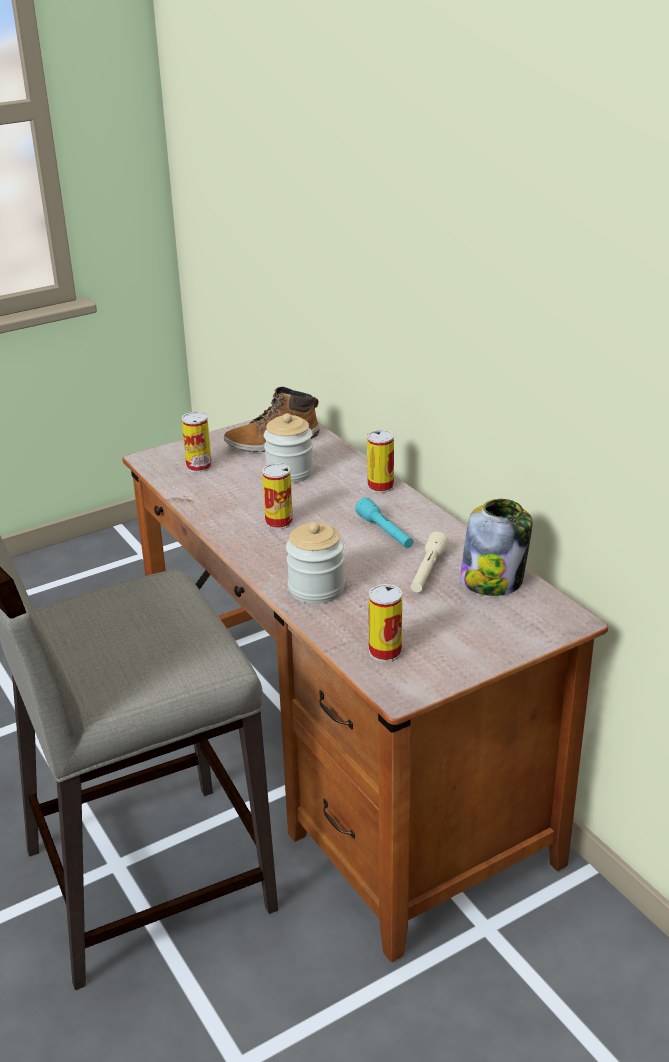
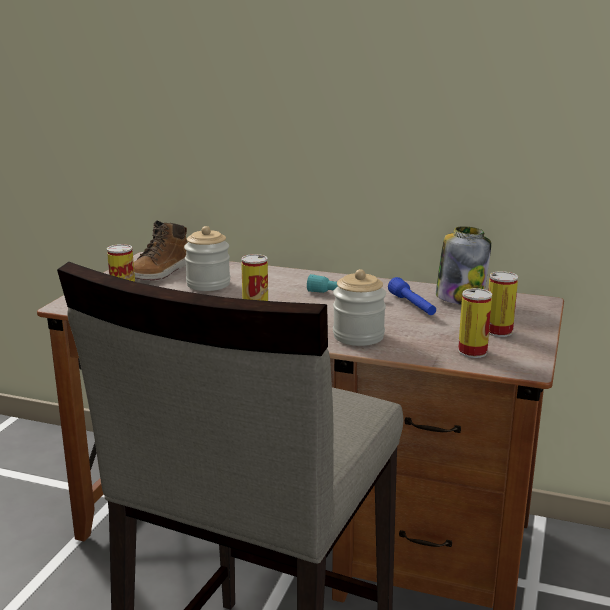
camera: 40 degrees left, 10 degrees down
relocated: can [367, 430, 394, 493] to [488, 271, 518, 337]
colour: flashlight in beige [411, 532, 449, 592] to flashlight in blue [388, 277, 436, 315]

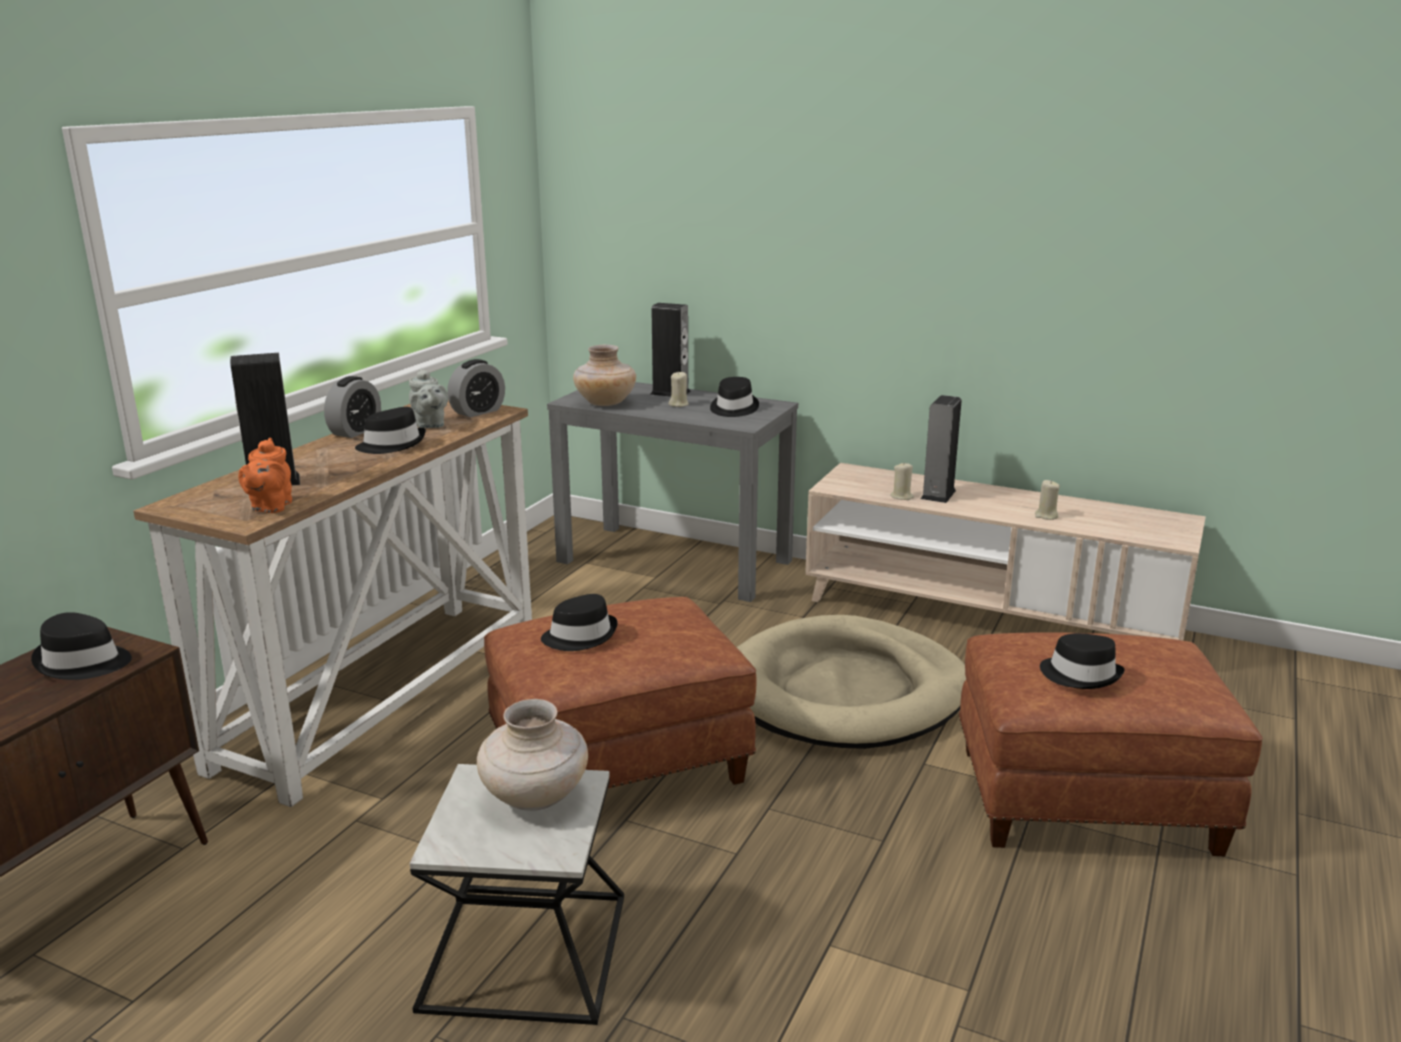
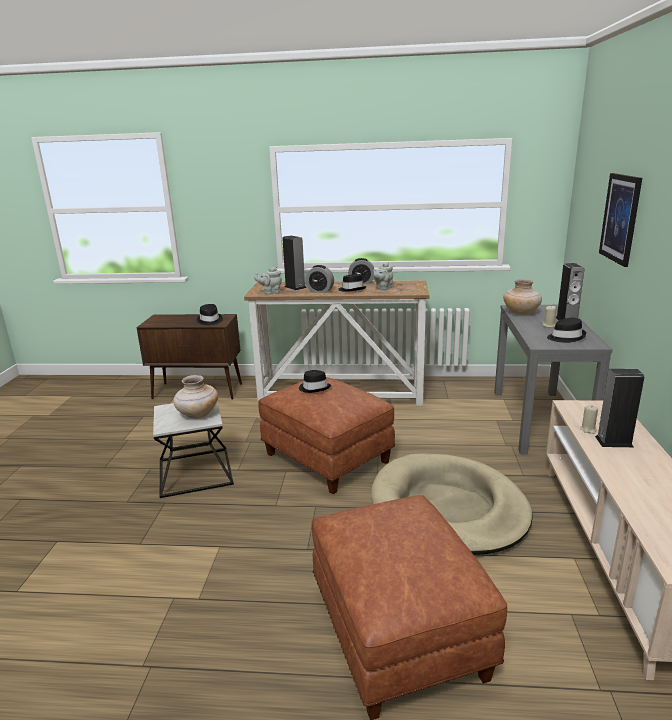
camera: 70 degrees right, 0 degrees up
missing: candle in beige [1035, 480, 1060, 520]; hat in black [1040, 633, 1125, 689]
appeared: picture [599, 173, 642, 267]
relocated: alarm clock [447, 359, 505, 417] to [305, 265, 334, 292]
colour: teapot in orange [238, 438, 292, 513] to teapot in grey [254, 267, 282, 295]

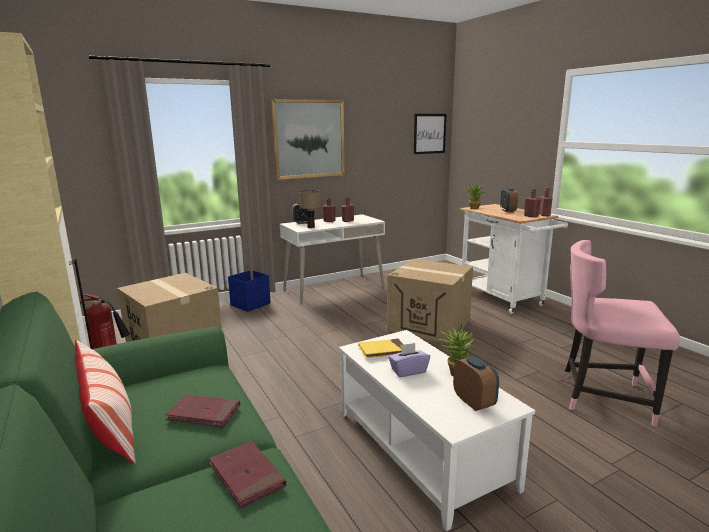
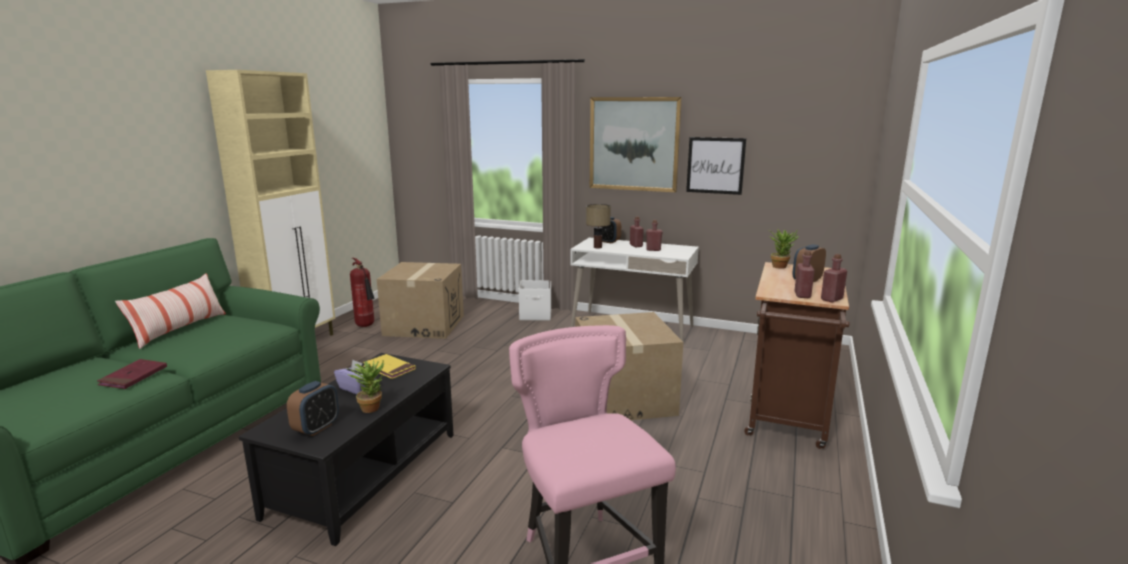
camera: 50 degrees right, 0 degrees up
missing: book in red [165, 394, 240, 428]
relocated: picture [414, 114, 447, 154] to [686, 137, 747, 195]
colour: storage box in blue [228, 270, 271, 312] to storage box in white [519, 280, 551, 320]; coffee table in white [339, 330, 535, 531] to coffee table in black [239, 353, 454, 546]; cart in white [460, 204, 568, 314] to cart in brown [744, 262, 850, 449]

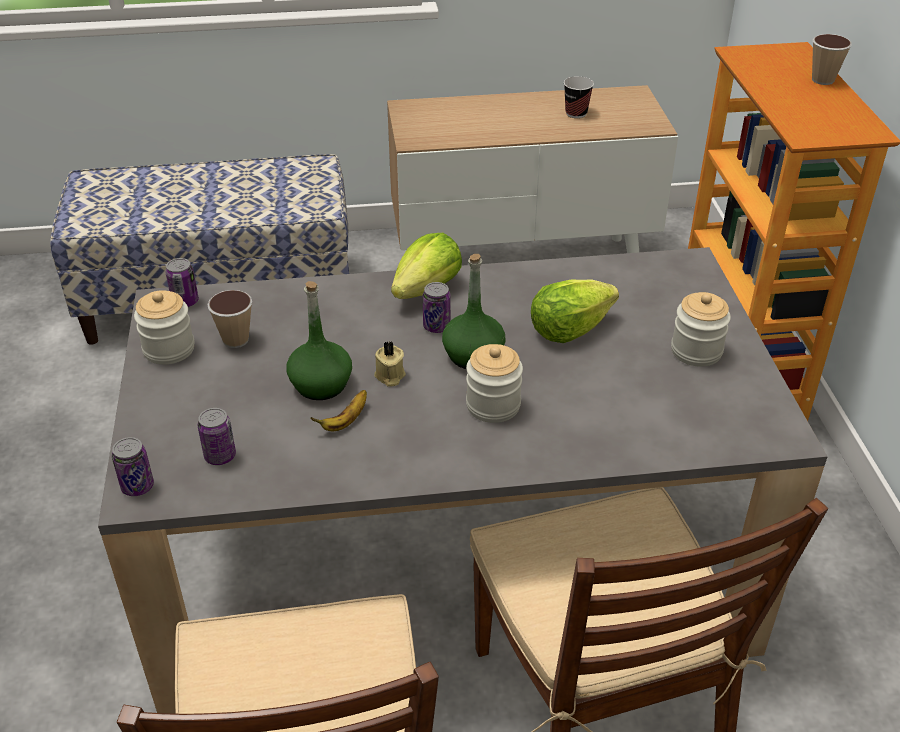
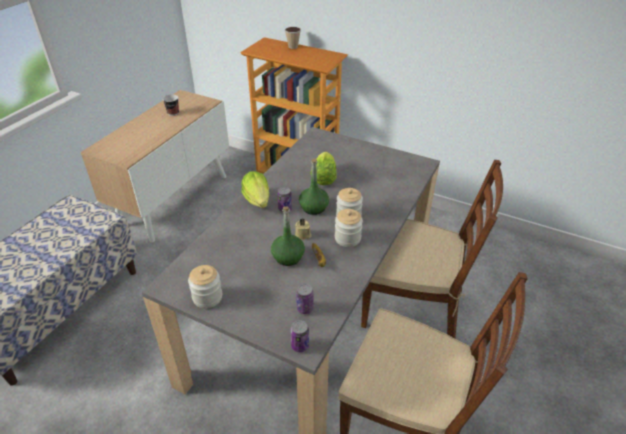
camera: 55 degrees left, 0 degrees up
missing: can [166, 258, 199, 307]; cup [207, 290, 252, 348]
relocated: jar [671, 292, 731, 367] to [335, 209, 363, 247]

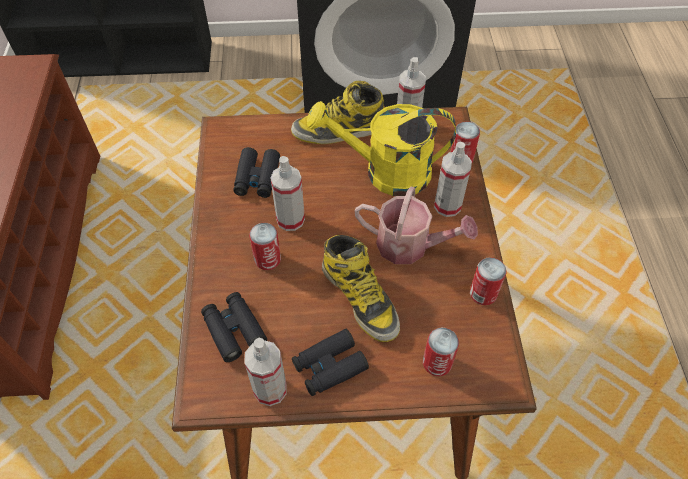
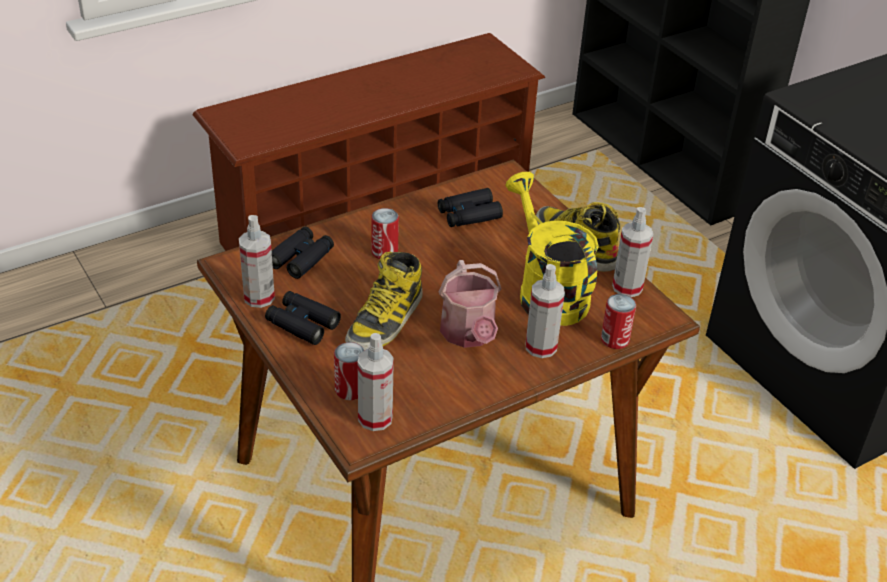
camera: 60 degrees right, 15 degrees down
missing: can [470, 257, 506, 305]
relocated: spray bottle [270, 156, 305, 231] to [358, 333, 394, 431]

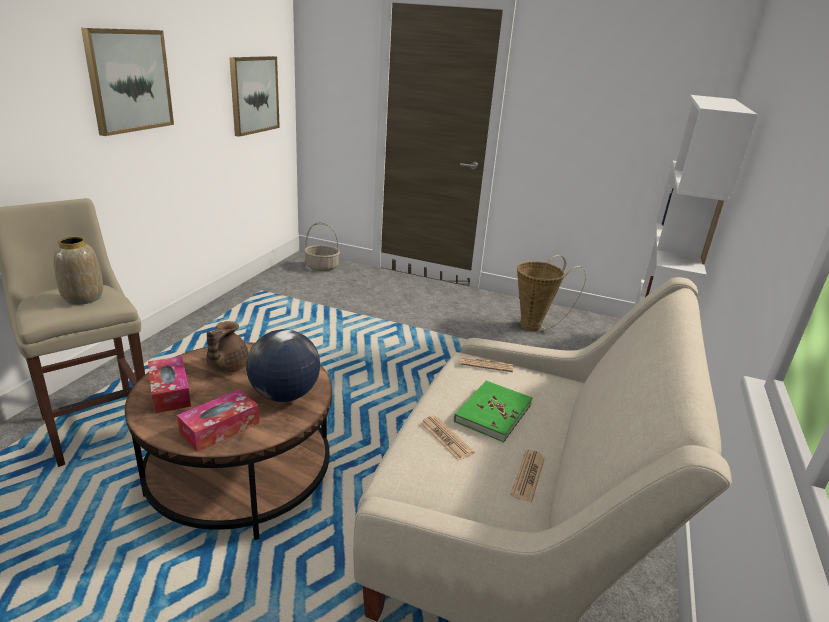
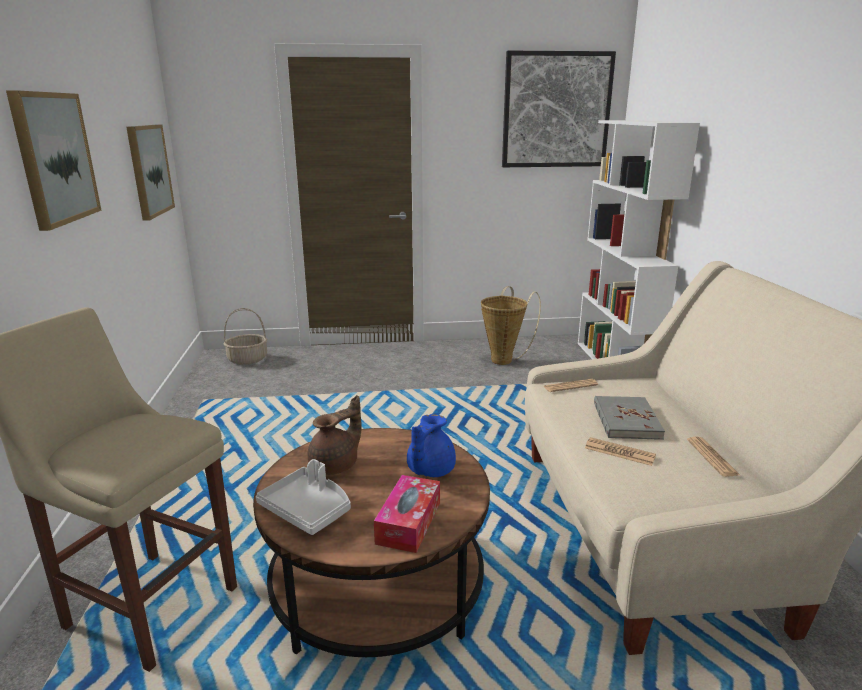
camera: 25 degrees left, 5 degrees down
missing: vase [54, 237, 103, 305]
appeared: picture [502, 51, 616, 167]
exchanged: tissue box [148, 356, 191, 413] to tray in grey [256, 459, 351, 535]; globe [246, 329, 320, 402] to teapot in blue [407, 414, 456, 477]
colour: book in green [454, 380, 533, 442] to book in grey [594, 396, 665, 440]
spun: teapot in brown [206, 321, 249, 373] = [307, 395, 362, 475] 120 degrees counterclockwise

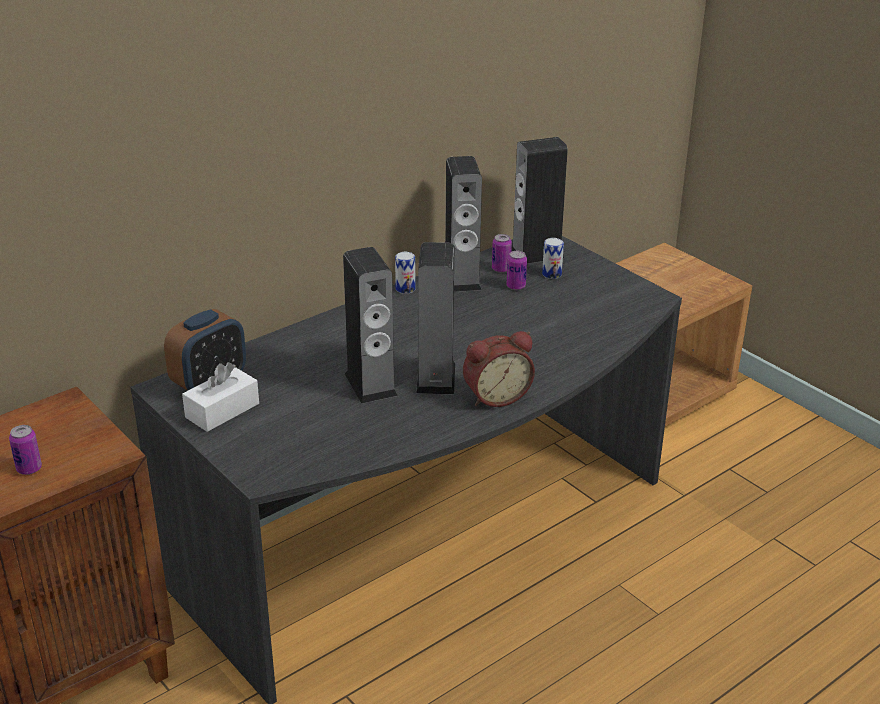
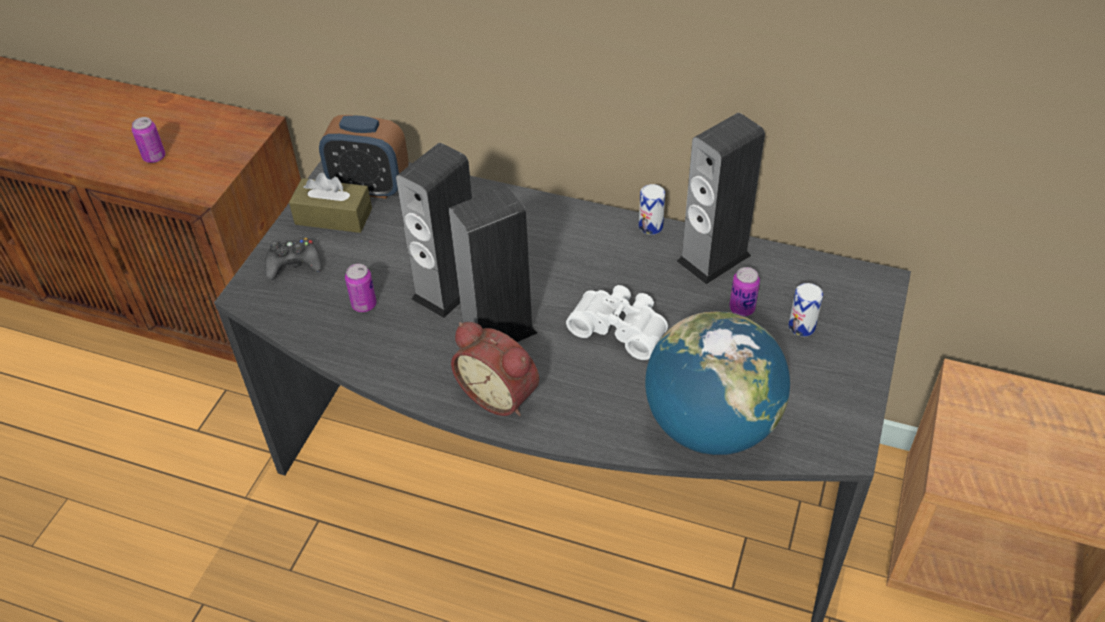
camera: 60 degrees right, 15 degrees up
missing: speaker [511, 137, 568, 264]
appeared: game controller in black [265, 237, 322, 280]; binoculars in white [566, 285, 668, 360]; globe [645, 312, 790, 455]
relocated: can [492, 234, 512, 273] to [345, 264, 377, 312]
colour: tissue box in white [182, 362, 259, 432] to tissue box in brown [289, 173, 372, 233]

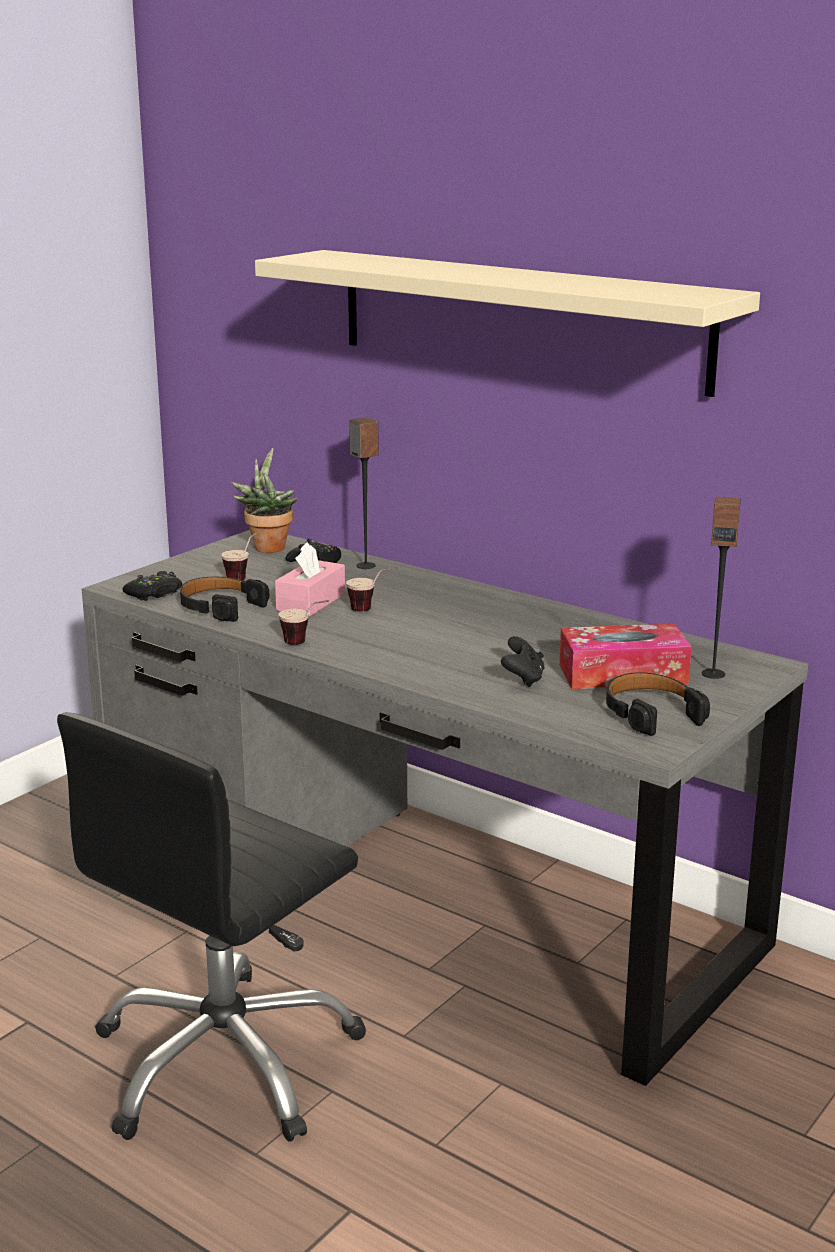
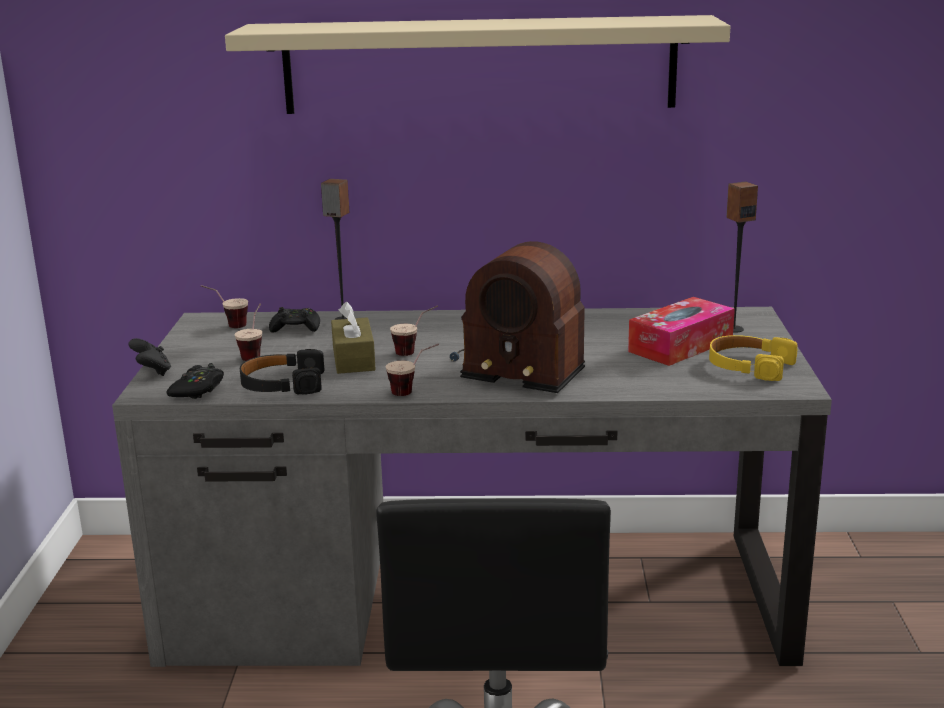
camera: 35 degrees left, 0 degrees up
appeared: radio [450, 241, 585, 393]
relocated: game controller in black [501, 636, 545, 687] to [128, 338, 171, 376]
exchanged: potted plant [232, 448, 297, 553] to cup [201, 285, 248, 328]
colour: tissue box in pink [275, 542, 345, 617] to tissue box in brown [331, 302, 376, 374]; headphones in black [606, 672, 710, 736] to headphones in yellow [709, 335, 797, 381]

